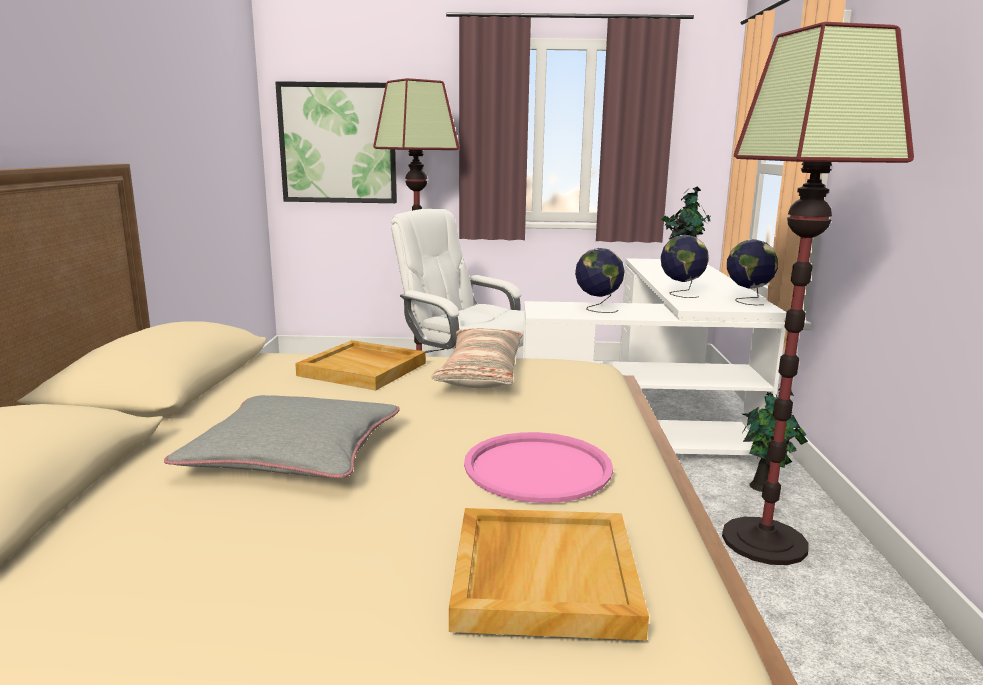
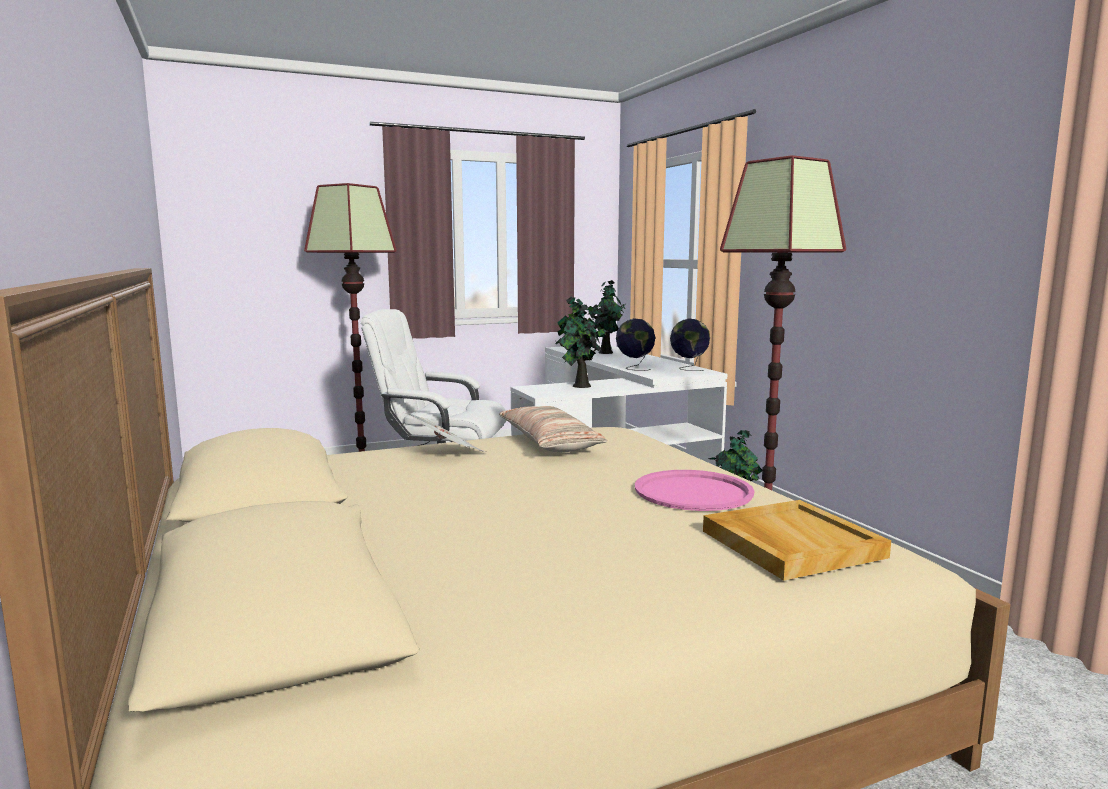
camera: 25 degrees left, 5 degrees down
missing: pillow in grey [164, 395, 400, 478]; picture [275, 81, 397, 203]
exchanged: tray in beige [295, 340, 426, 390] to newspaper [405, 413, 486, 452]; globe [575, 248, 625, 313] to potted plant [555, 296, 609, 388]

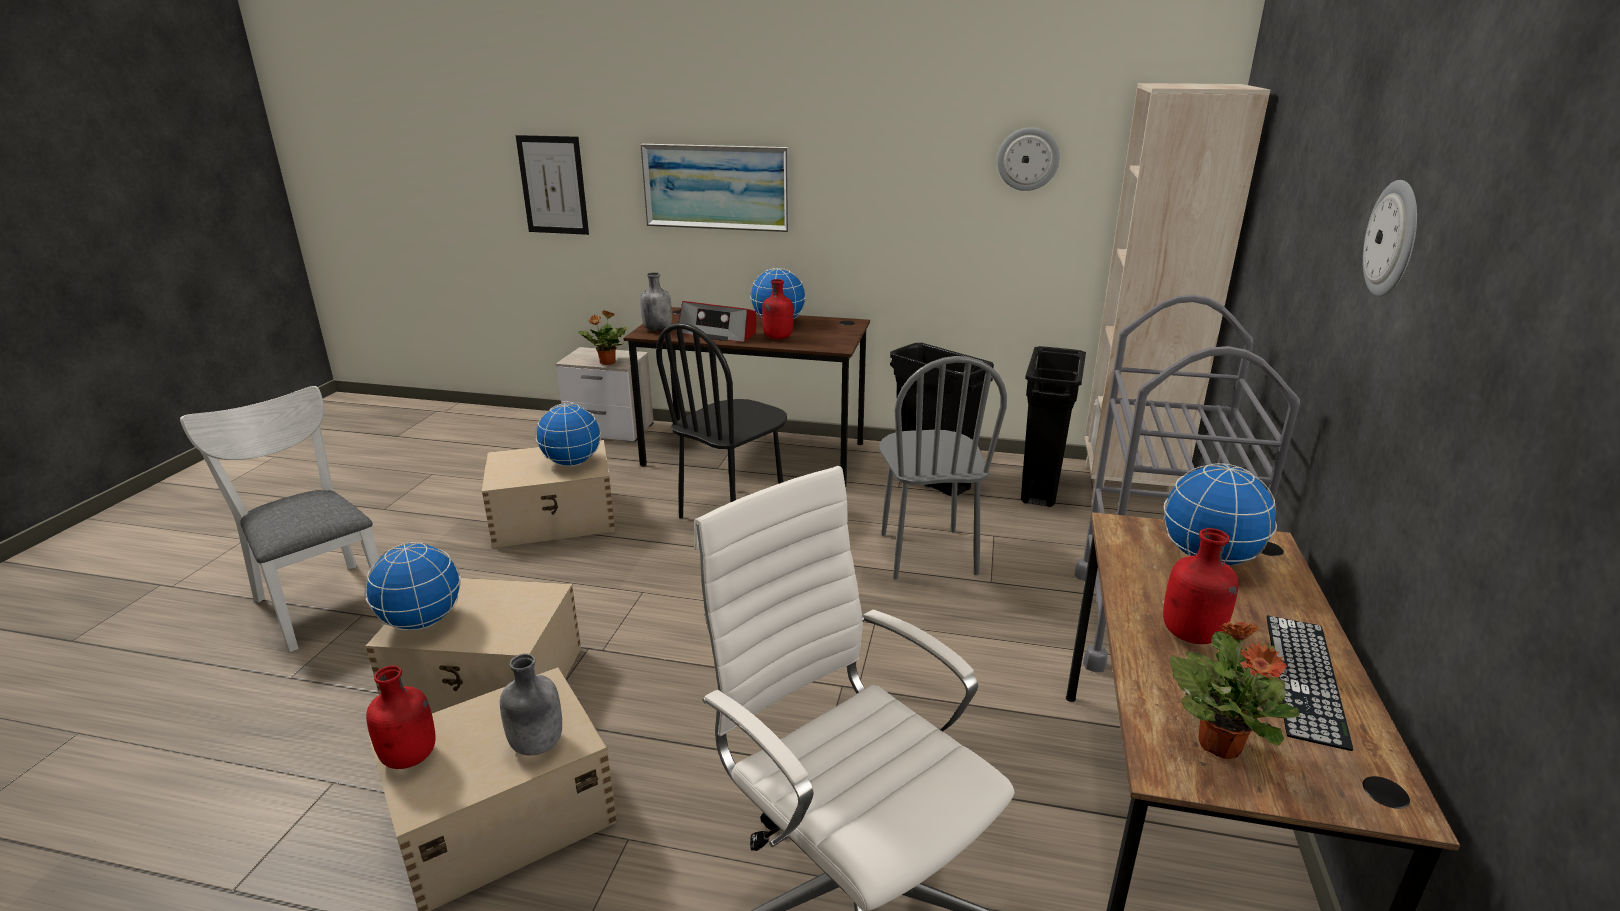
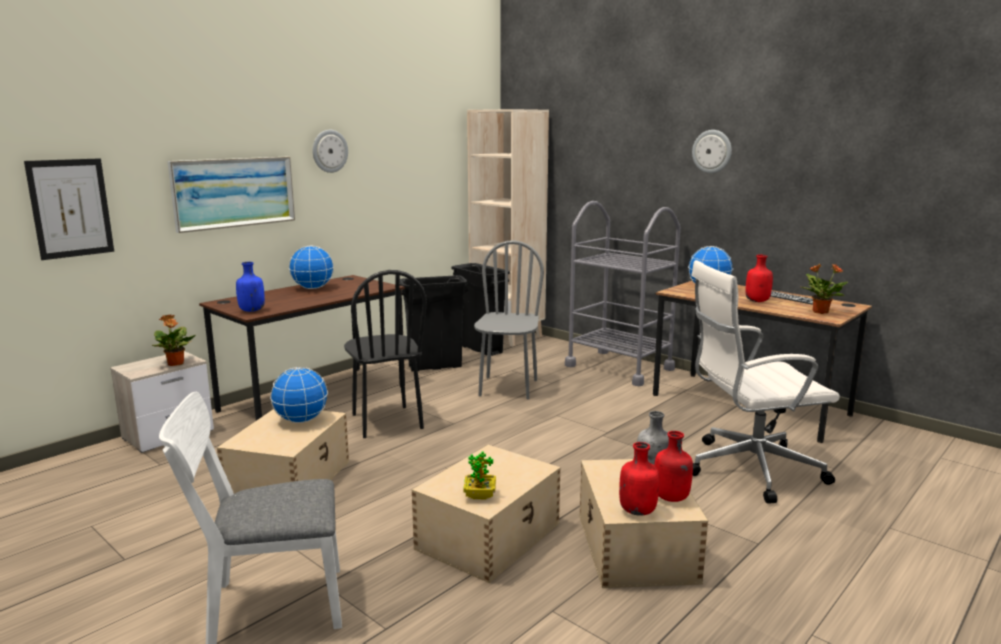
camera: 60 degrees left, 10 degrees down
missing: radio [679, 301, 756, 343]
relocated: bottle in red [762, 279, 794, 339] to [654, 431, 693, 502]; wall clock [997, 127, 1060, 191] to [313, 130, 348, 173]
exchanged: globe [365, 542, 461, 630] to potted plant [463, 451, 496, 499]
colour: bottle in grey [640, 272, 672, 331] to bottle in blue [236, 262, 265, 312]
spun: chair in grey [879, 356, 1007, 579] = [474, 240, 544, 399] 105 degrees counterclockwise

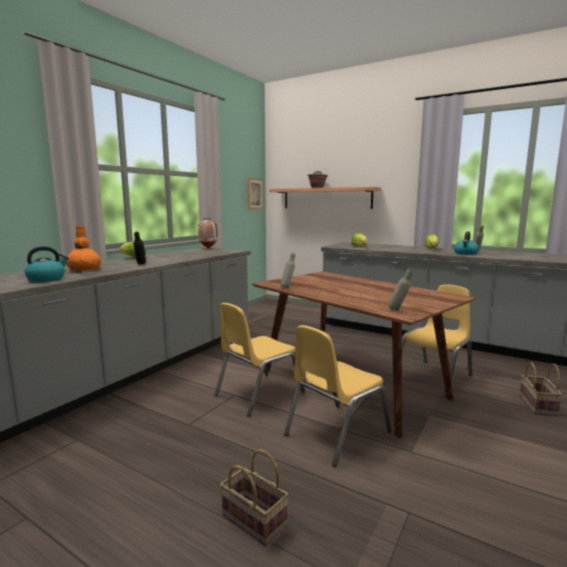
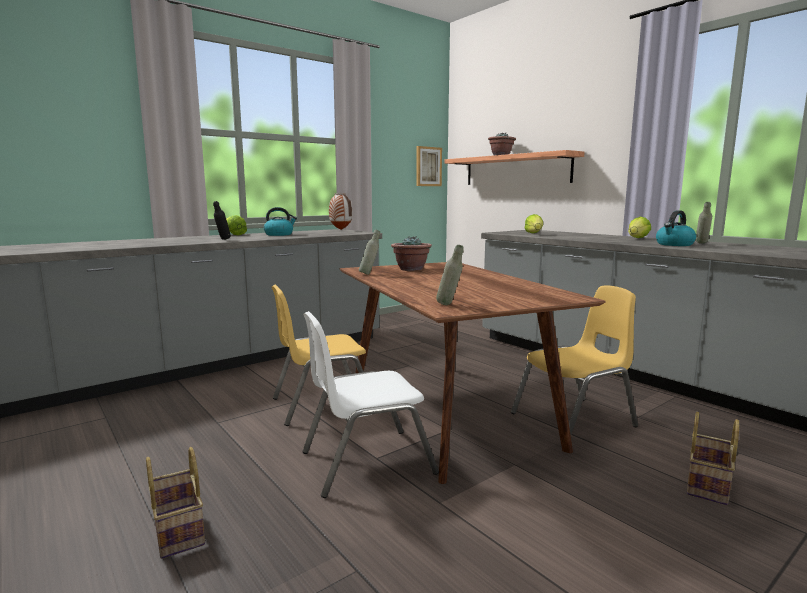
camera: 20 degrees right, 0 degrees up
missing: vase in orange [66, 226, 101, 271]
appeared: potted plant [391, 236, 432, 271]
relocated: kettle [25, 246, 69, 282] to [264, 207, 297, 236]
colour: chair in yellow [284, 325, 392, 467] to chair in white [302, 311, 439, 498]

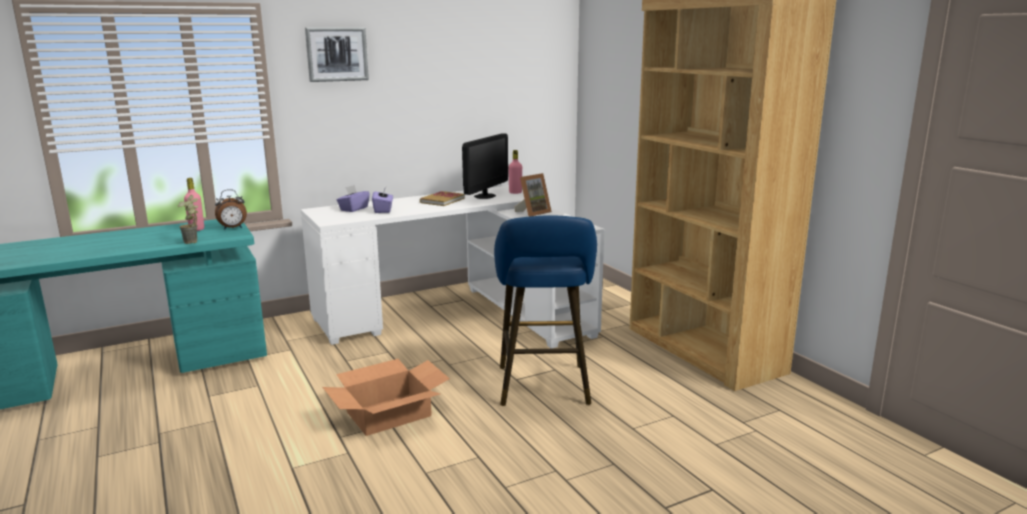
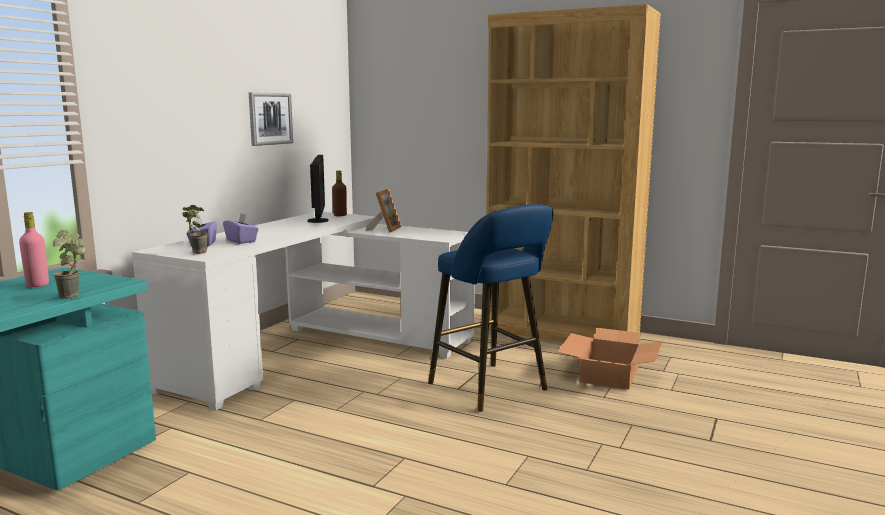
camera: 35 degrees left, 5 degrees down
missing: alarm clock [215, 189, 247, 230]; book [420, 191, 465, 206]
appeared: potted plant [181, 205, 208, 254]
relocated: picture [305, 27, 369, 82] to [249, 92, 293, 146]; cardboard box [322, 359, 450, 436] to [557, 328, 662, 390]
colour: bottle in pink [508, 150, 522, 194] to bottle in brown [332, 170, 347, 216]

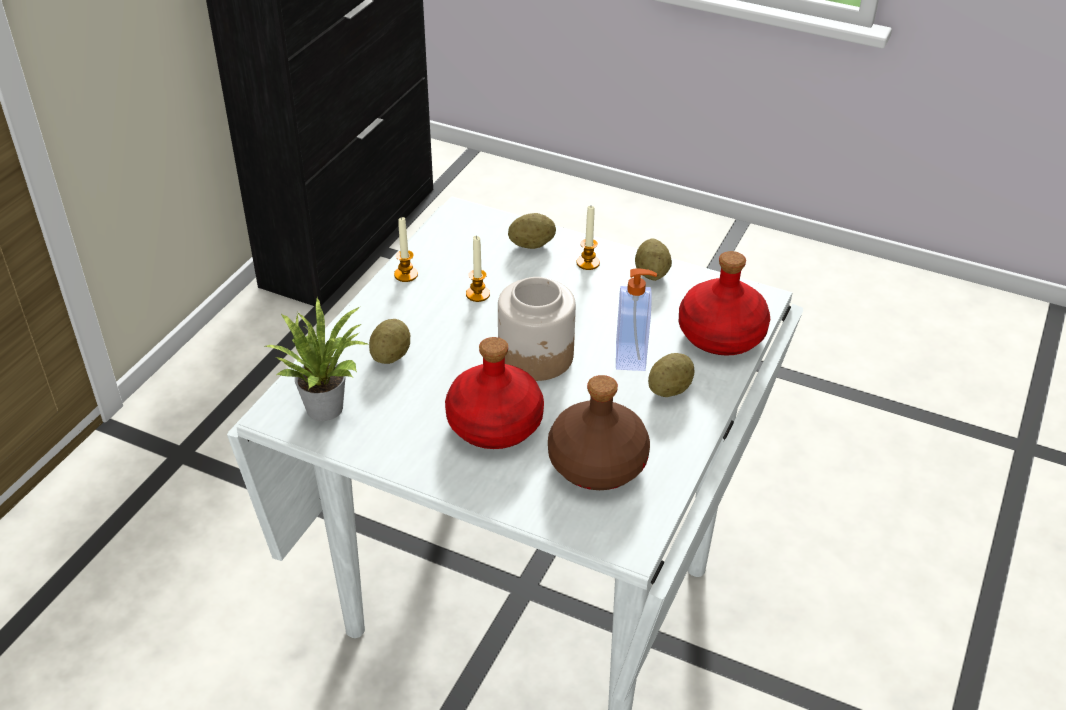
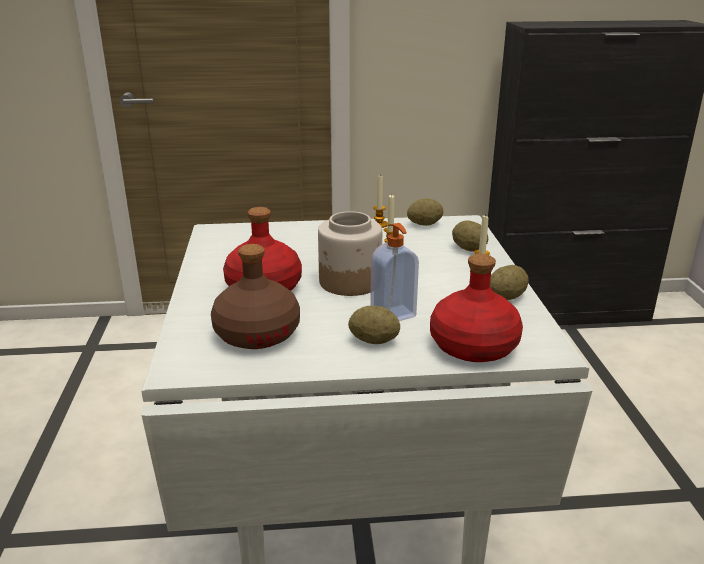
camera: 60 degrees right, 15 degrees down
missing: potted plant [265, 298, 367, 421]
relocated: potato [369, 319, 410, 364] to [407, 199, 444, 226]

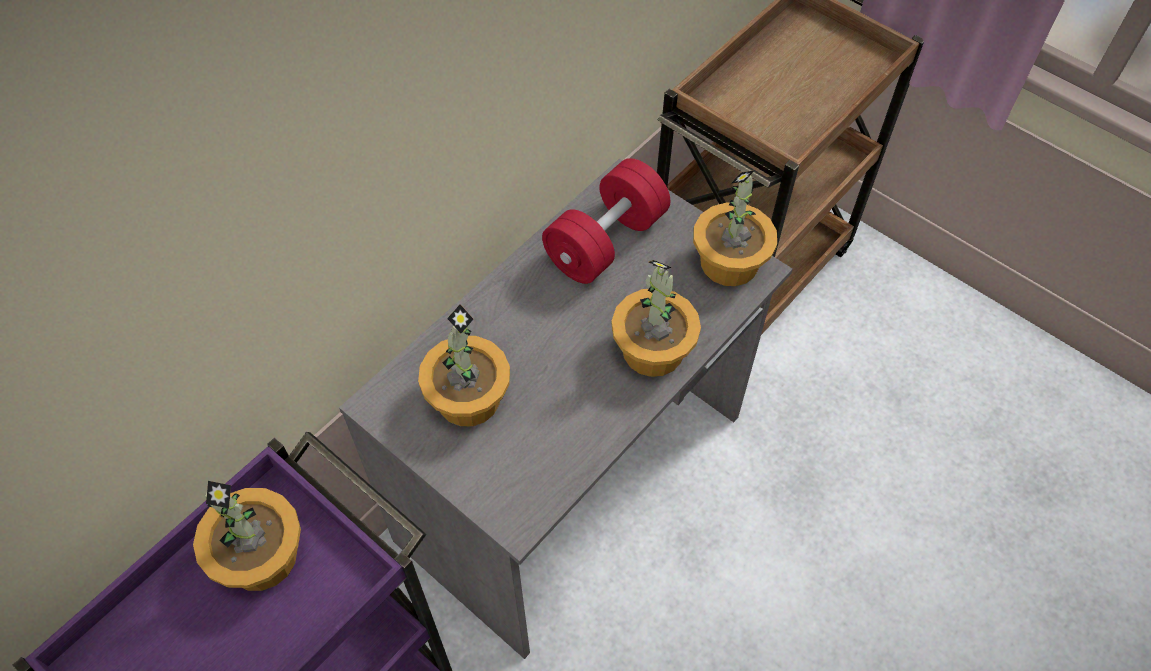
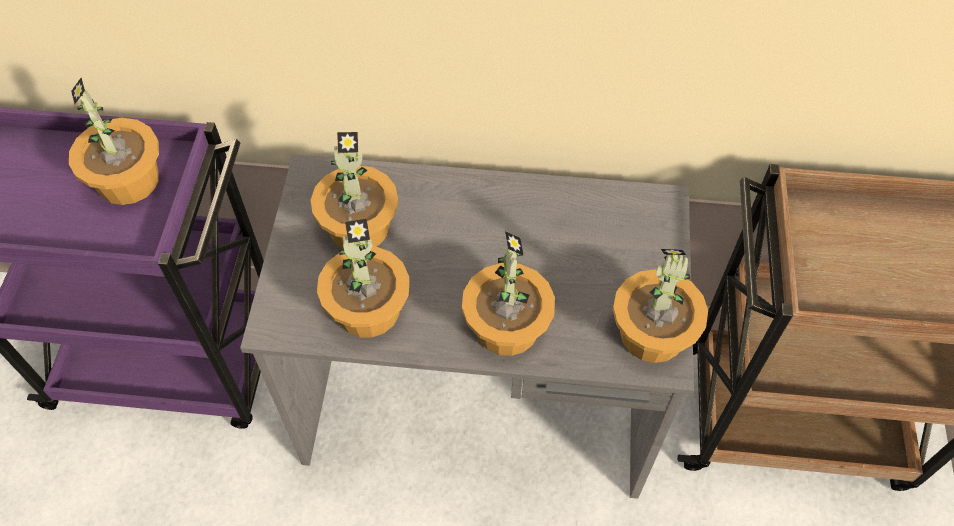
camera: 55 degrees right, 0 degrees up
missing: dumbbell in red [542, 158, 670, 284]
appeared: potted plant [317, 219, 409, 337]

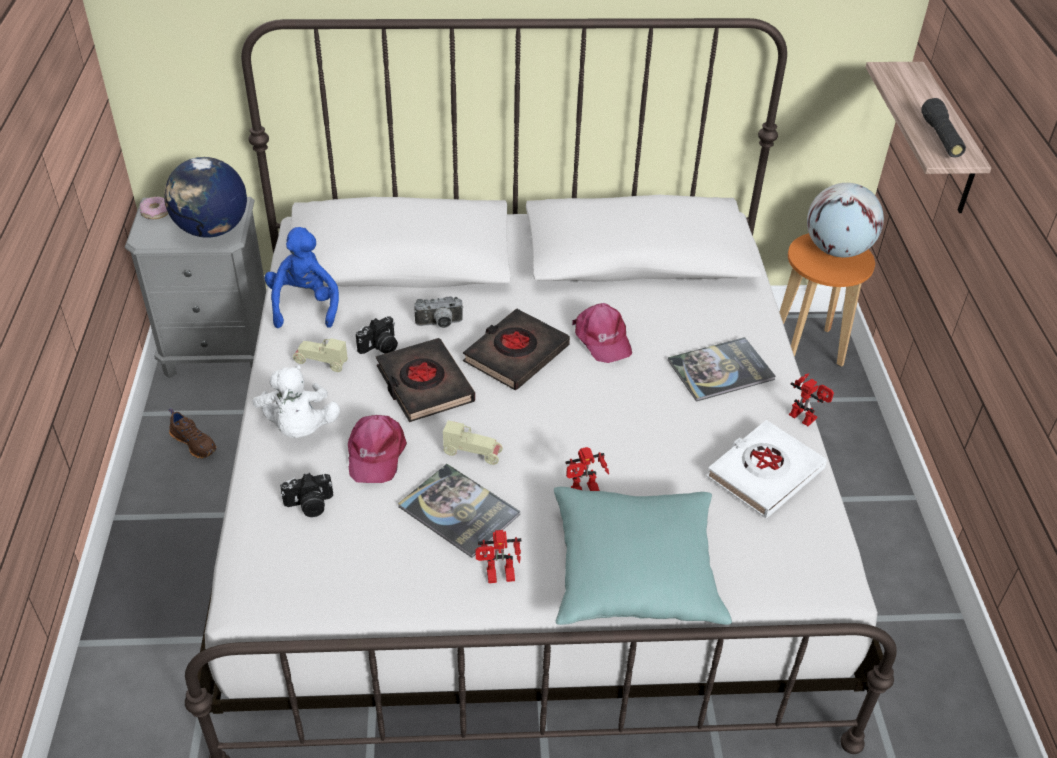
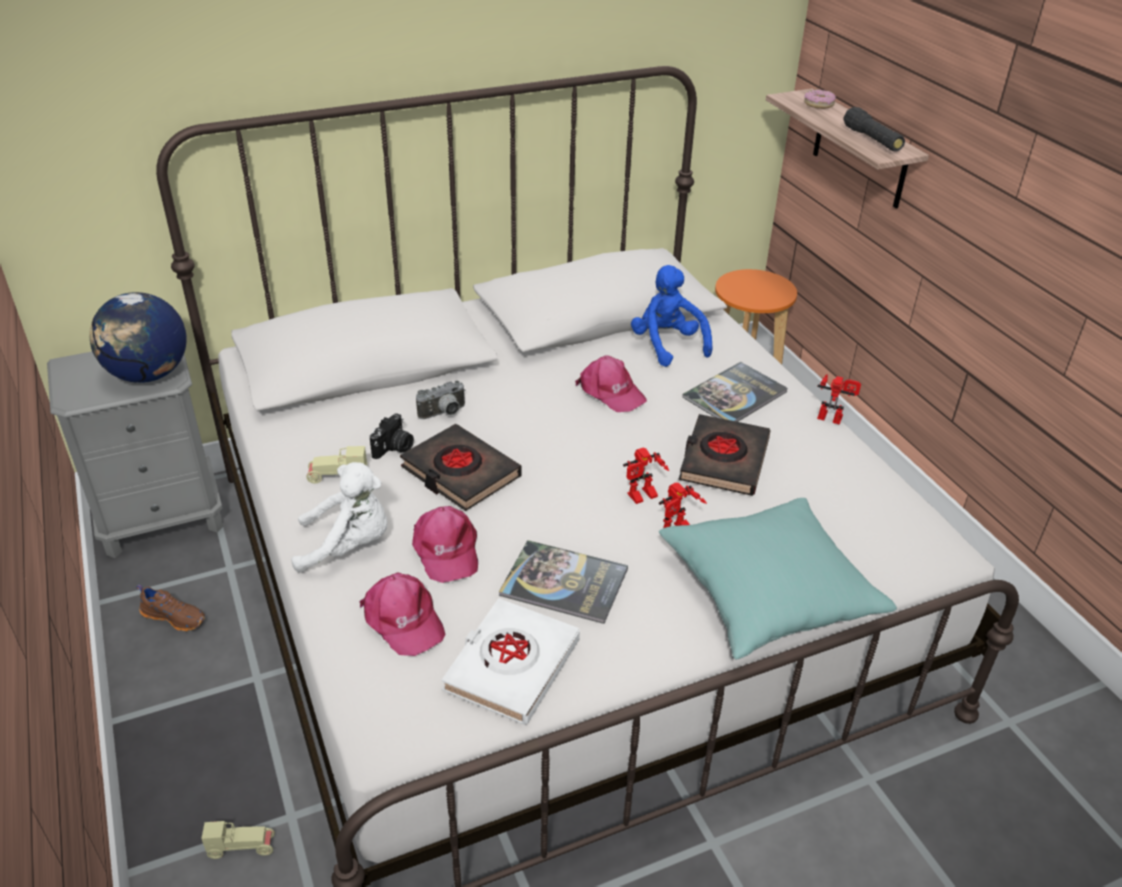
camera: 20 degrees left, 5 degrees down
missing: globe [807, 183, 884, 257]
relocated: donut [140, 197, 169, 219] to [804, 89, 836, 109]; plush toy in blue [264, 227, 339, 328] to [631, 265, 713, 367]; toy car in beige [443, 420, 503, 465] to [201, 821, 275, 859]; book in black [463, 308, 570, 390] to [678, 414, 771, 496]; toy robot [476, 530, 521, 583] to [623, 447, 669, 504]; book in white [706, 420, 827, 518] to [442, 598, 580, 725]
exchanged: photo camera [280, 473, 333, 517] to cap in pink [359, 573, 445, 656]
spun: plush toy in white [253, 365, 340, 438] = [291, 462, 387, 573] 60 degrees counterclockwise

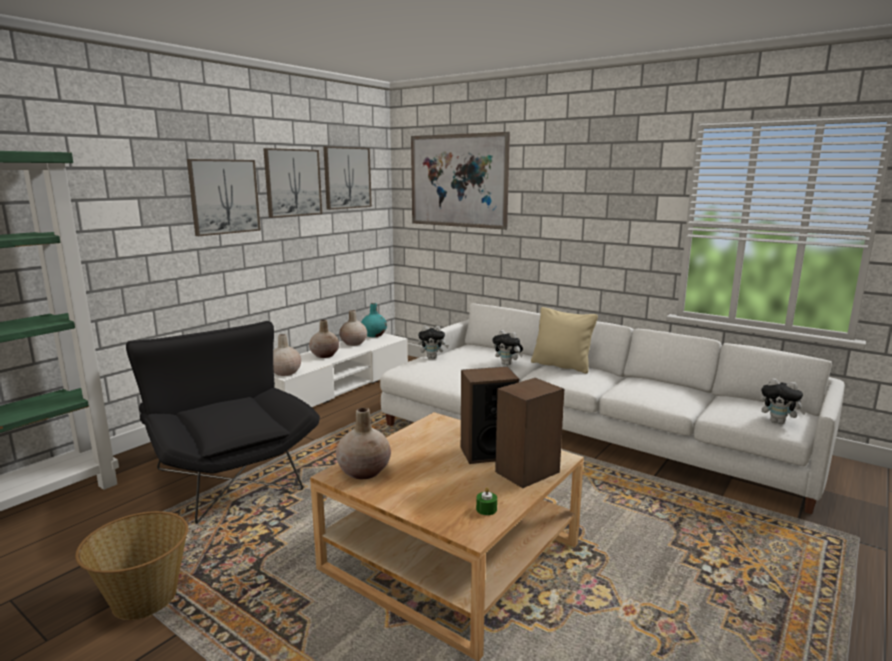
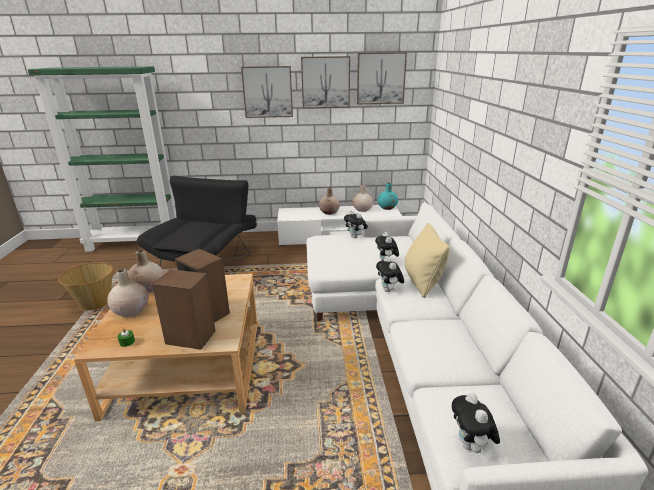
camera: 50 degrees right, 10 degrees up
missing: picture [411, 132, 510, 230]
appeared: plush toy [376, 256, 404, 292]
relocated: vase in beige [273, 334, 301, 376] to [107, 269, 149, 317]

